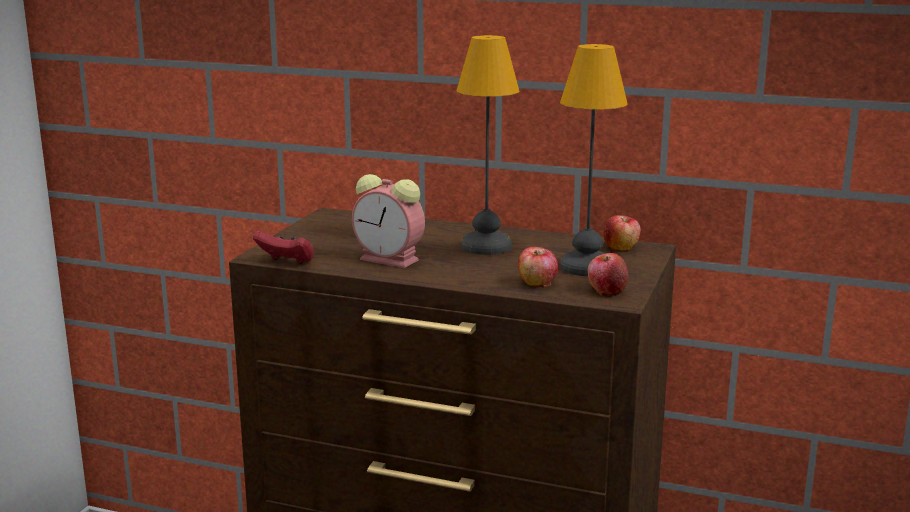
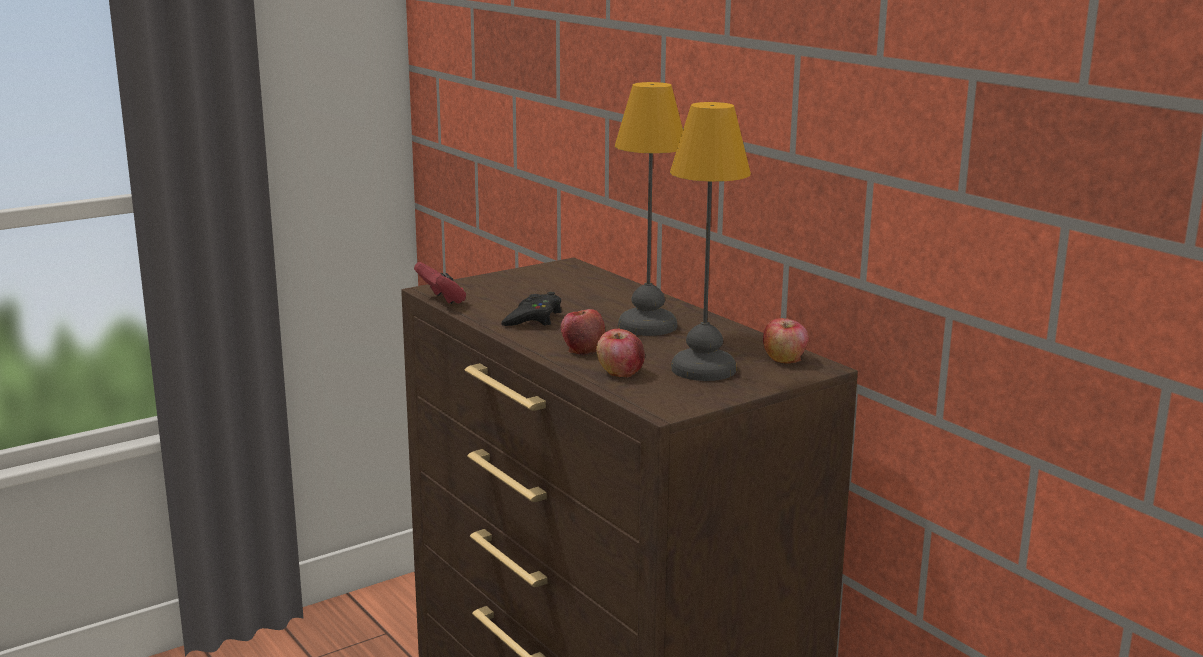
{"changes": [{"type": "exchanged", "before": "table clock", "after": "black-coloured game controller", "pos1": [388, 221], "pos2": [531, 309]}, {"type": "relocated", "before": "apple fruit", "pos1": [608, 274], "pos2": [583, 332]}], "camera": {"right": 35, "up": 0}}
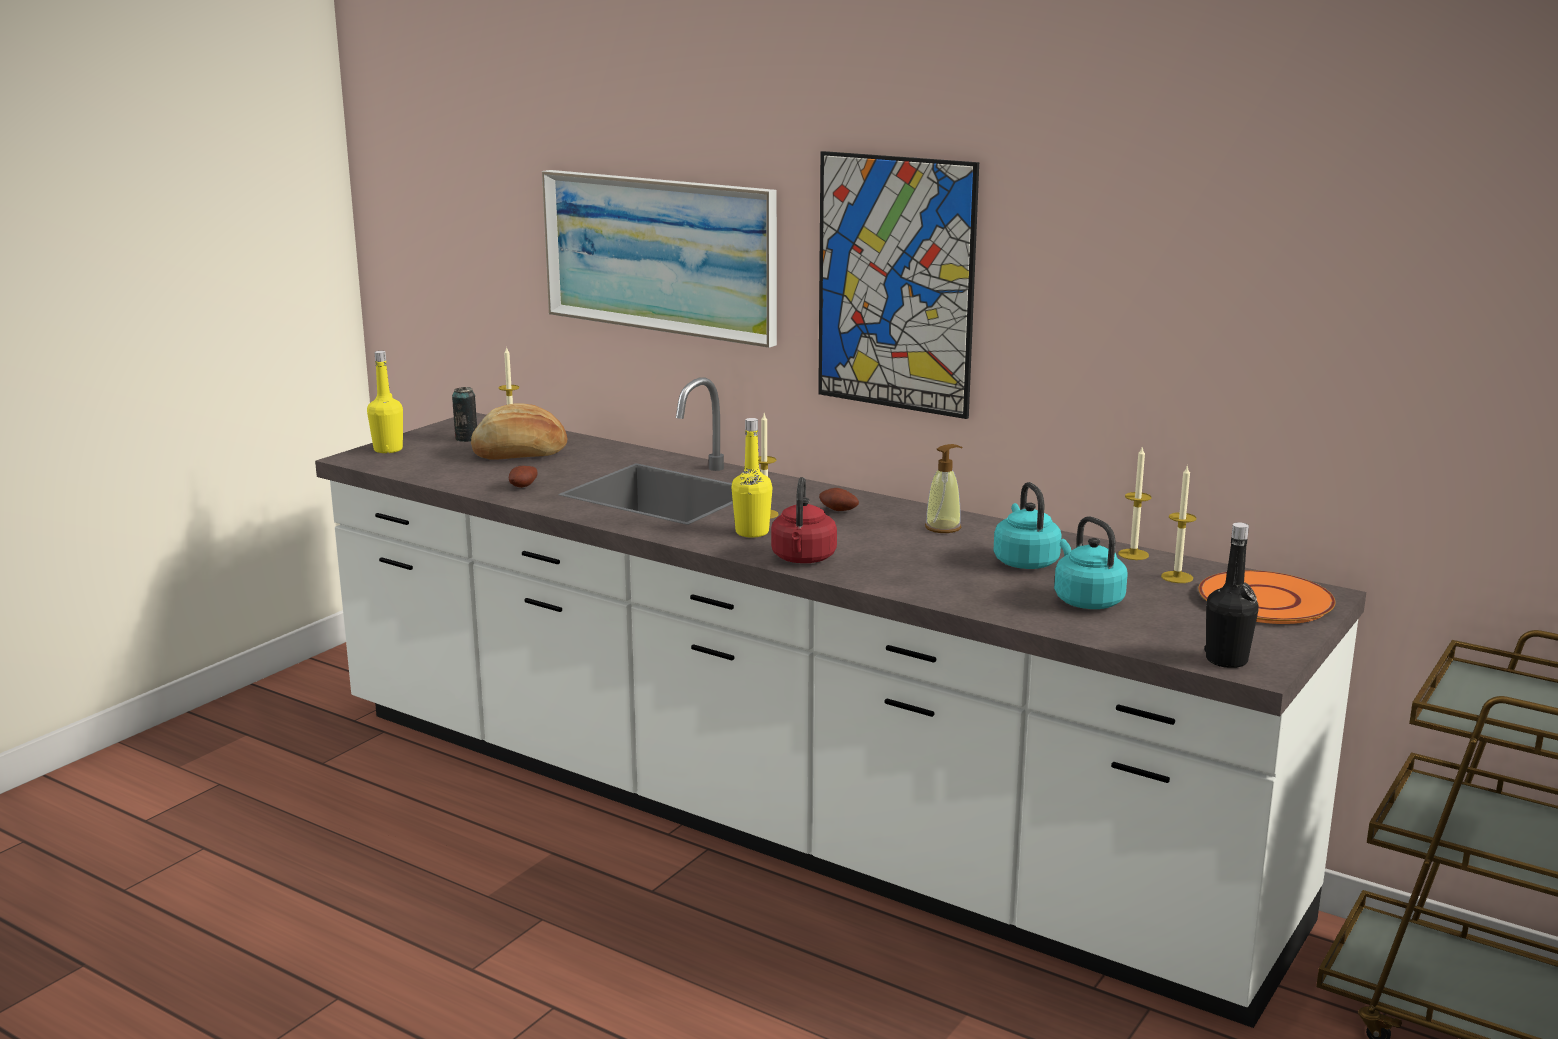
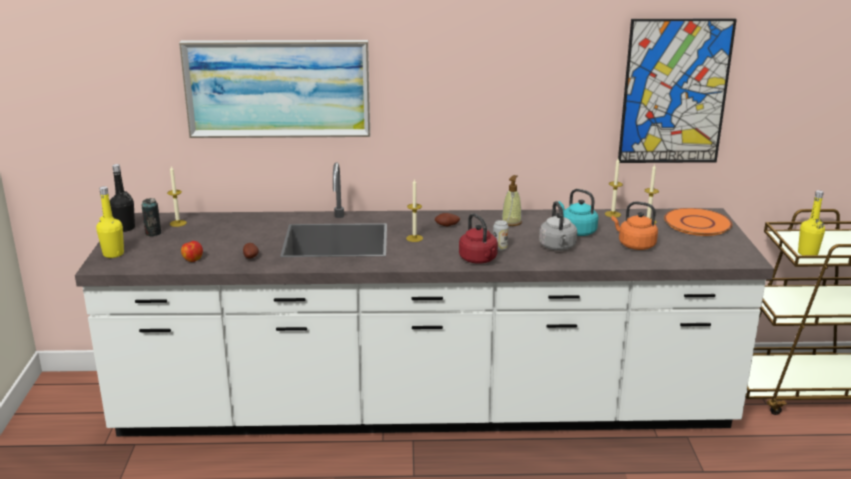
{"changes": [{"type": "relocated", "before": "black-coloured bottle", "pos1": [1232, 595], "pos2": [122, 198]}, {"type": "appeared", "after": "apple fruit", "pos2": [192, 251]}, {"type": "appeared", "after": "sealed can", "pos2": [501, 235]}, {"type": "appeared", "after": "gray tea kettle", "pos2": [558, 226]}, {"type": "colour", "before": "turquoise-coloured tea kettle", "after": "orangey tea kettle", "pos1": [1091, 562], "pos2": [635, 225]}, {"type": "relocated", "before": "wall picture", "pos1": [898, 285], "pos2": [677, 90]}, {"type": "relocated", "before": "yellowish bottle", "pos1": [751, 478], "pos2": [811, 222]}, {"type": "missing", "before": "baked bread", "pos1": [519, 431]}], "camera": {"right": -35, "up": 5}}
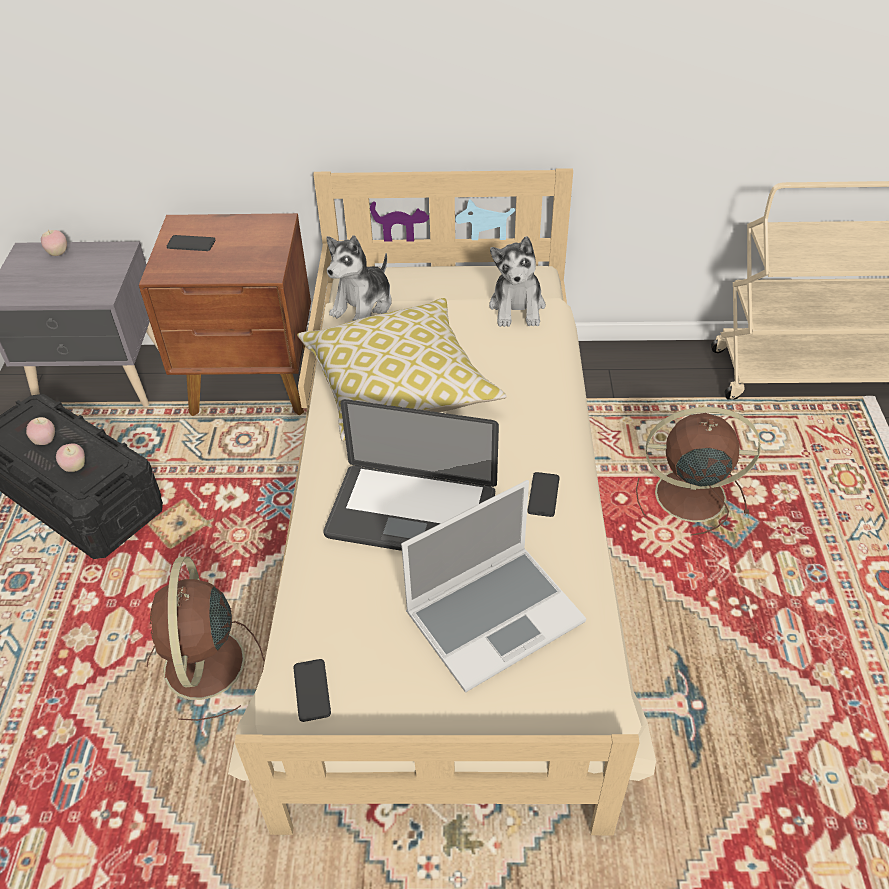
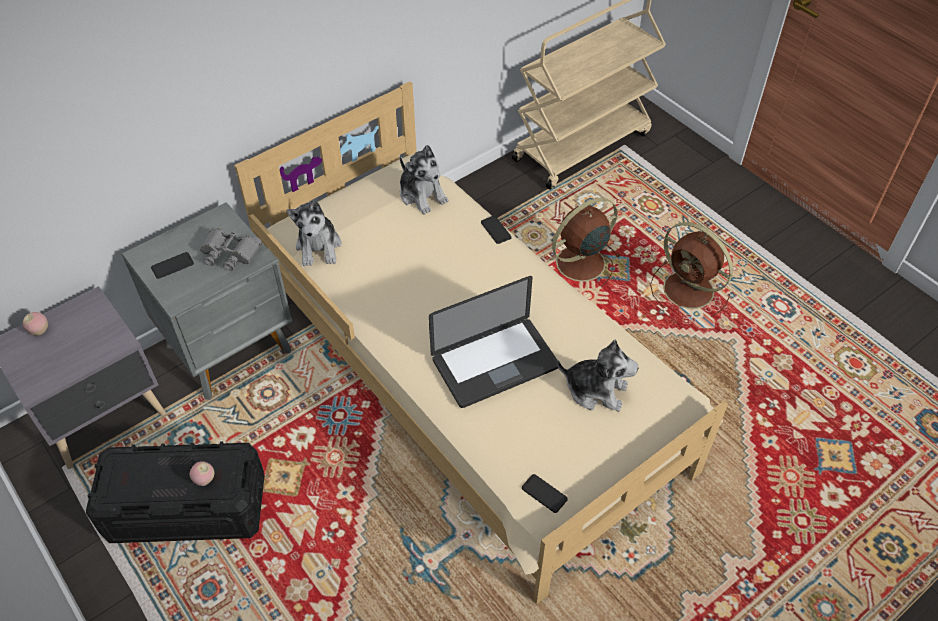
{"changes": [{"type": "colour", "before": "brownish night table", "after": "gray night table", "pos1": [225, 314], "pos2": [207, 301]}, {"type": "appeared", "after": "gray field glasses", "pos2": [231, 249]}, {"type": "relocated", "before": "telephone", "pos1": [544, 494], "pos2": [496, 230]}, {"type": "exchanged", "before": "laptop", "after": "plush toy", "pos1": [493, 586], "pos2": [597, 375]}, {"type": "relocated", "before": "brownish cooling fan", "pos1": [205, 638], "pos2": [691, 269]}, {"type": "missing", "before": "apple fruit", "pos1": [40, 431]}, {"type": "missing", "before": "pillow", "pos1": [402, 369]}], "camera": {"right": -40, "up": 5}}
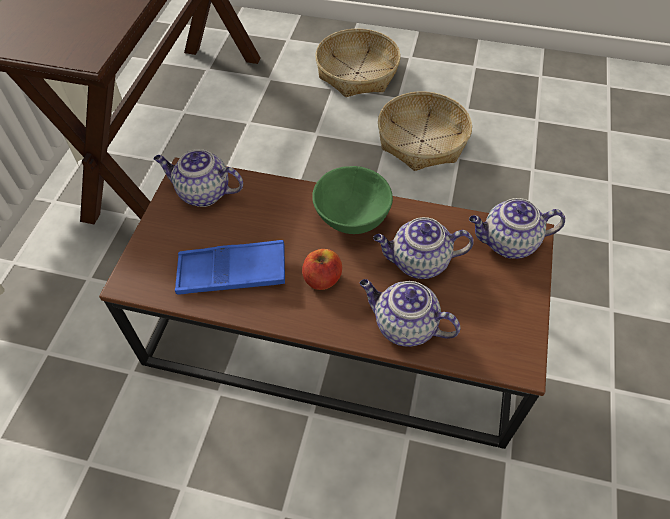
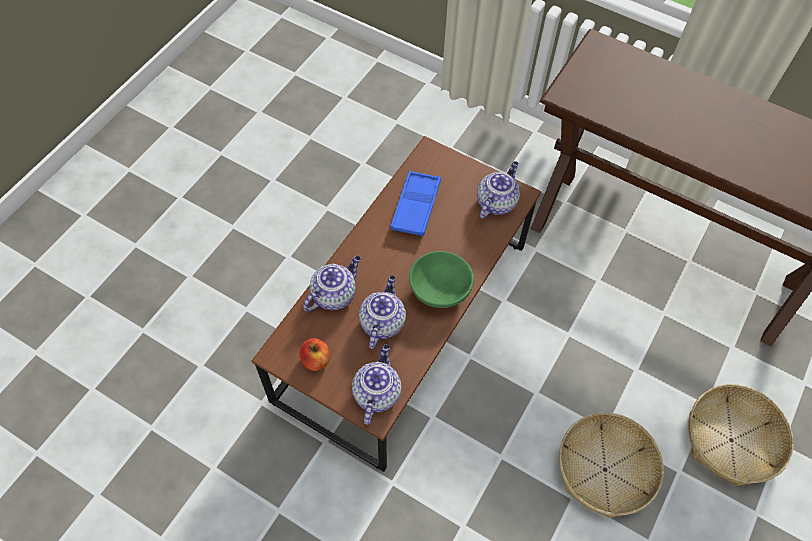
{"changes": [{"type": "relocated", "before": "apple fruit", "pos1": [322, 269], "pos2": [314, 354]}], "camera": {"right": 105, "up": 5}}
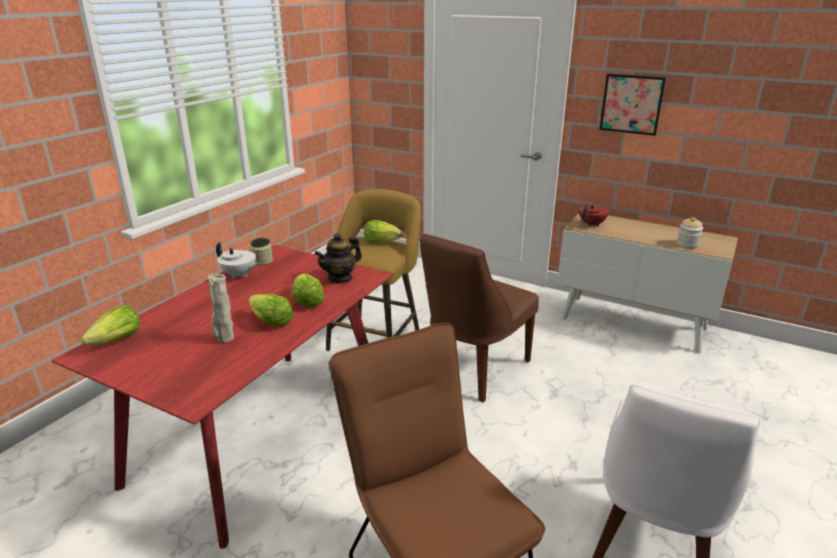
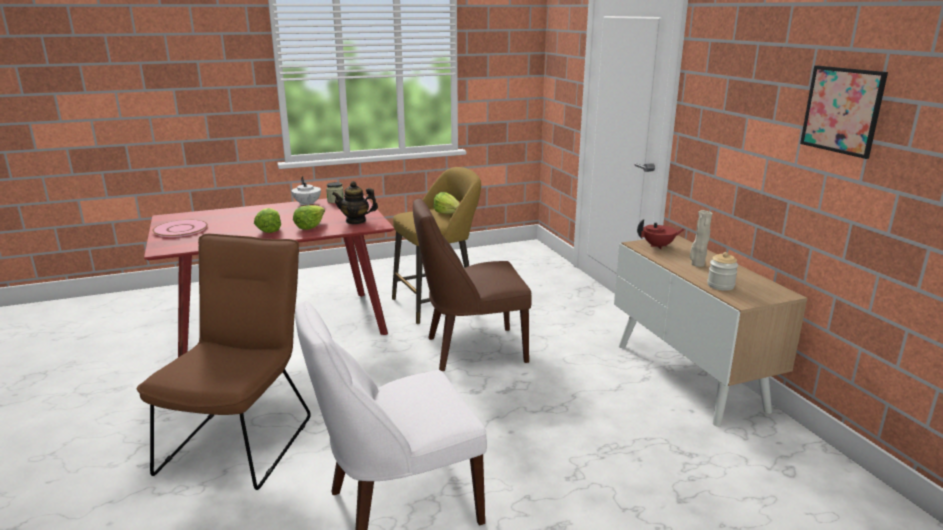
{"changes": [{"type": "appeared", "after": "pinkish flat dish", "pos2": [180, 228]}, {"type": "relocated", "before": "beige decorative vase", "pos1": [220, 308], "pos2": [701, 238]}, {"type": "relocated", "before": "wall picture", "pos1": [632, 105], "pos2": [844, 112]}, {"type": "missing", "before": "head of lettuce", "pos1": [110, 325]}], "camera": {"right": 40, "up": -5}}
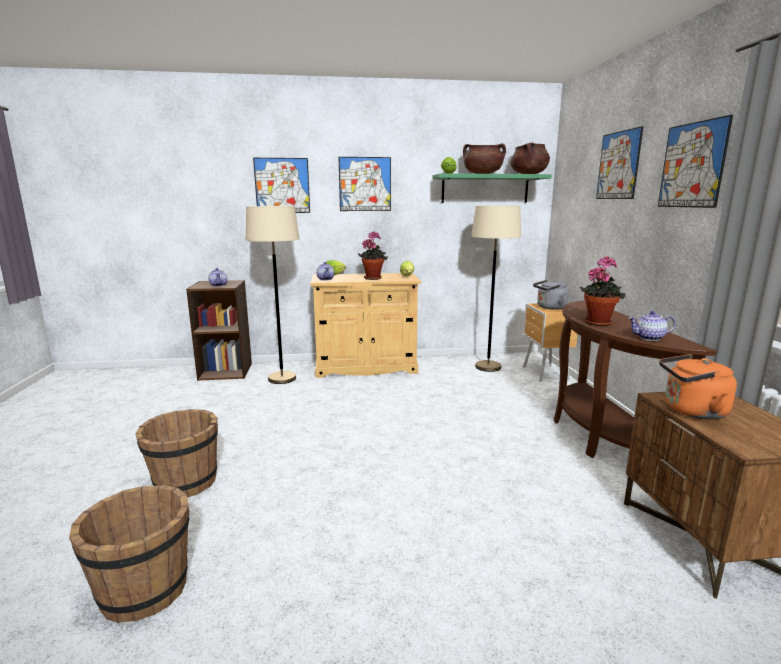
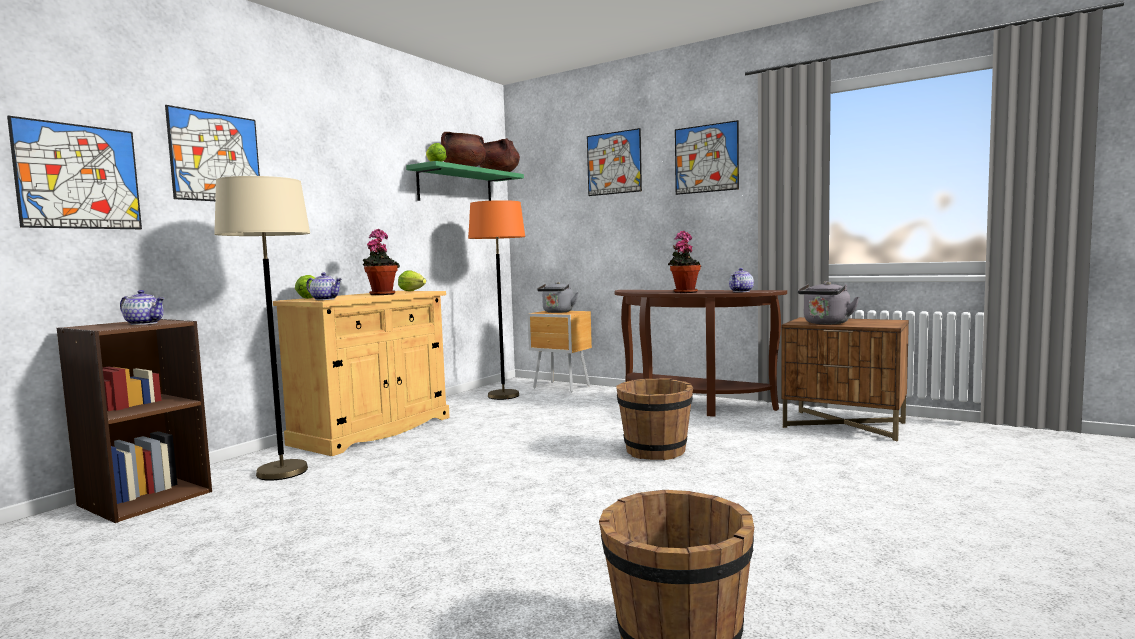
{"changes": [{"type": "relocated", "before": "wall picture", "pos1": [364, 184], "pos2": [74, 172]}, {"type": "colour", "before": "beige standing lamp", "after": "orangey standing lamp", "pos1": [496, 289], "pos2": [496, 300]}, {"type": "relocated", "before": "brownish pail", "pos1": [176, 453], "pos2": [655, 419]}, {"type": "colour", "before": "orangey tea kettle", "after": "gray tea kettle", "pos1": [698, 386], "pos2": [828, 302]}], "camera": {"right": -50, "up": -10}}
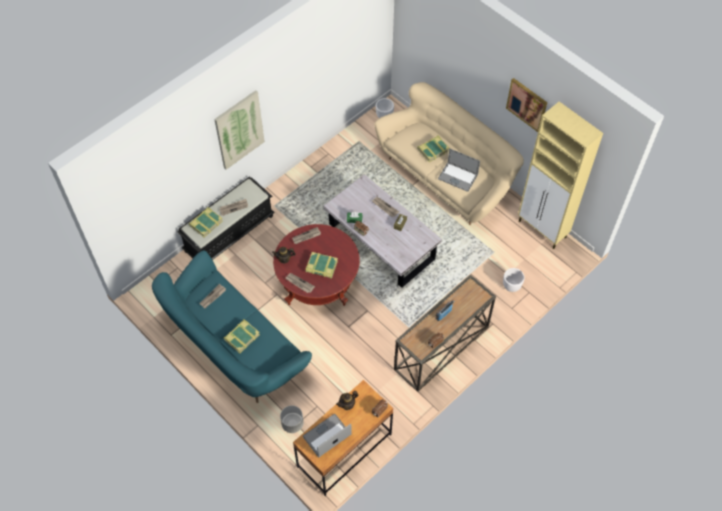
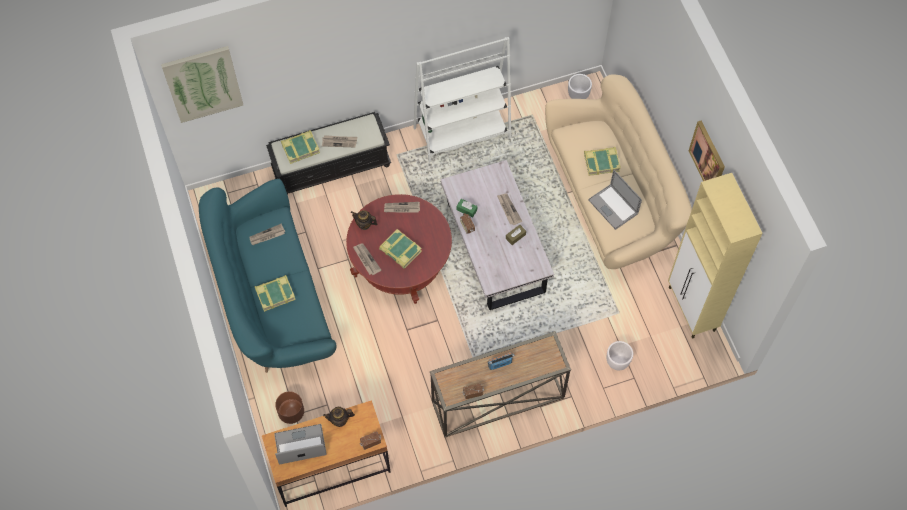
{"changes": [{"type": "relocated", "before": "wall picture", "pos1": [239, 130], "pos2": [202, 84]}, {"type": "colour", "before": "gray plant pot", "after": "brownish plant pot", "pos1": [292, 419], "pos2": [289, 407]}, {"type": "appeared", "after": "white-coloured bookshelf", "pos2": [462, 99]}], "camera": {"right": 25, "up": 5}}
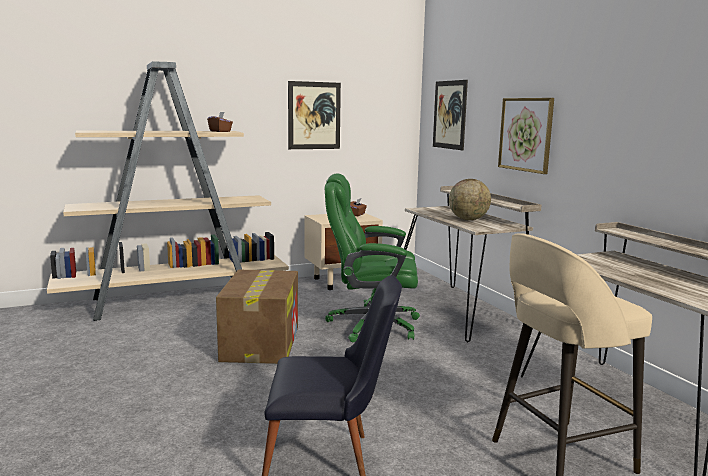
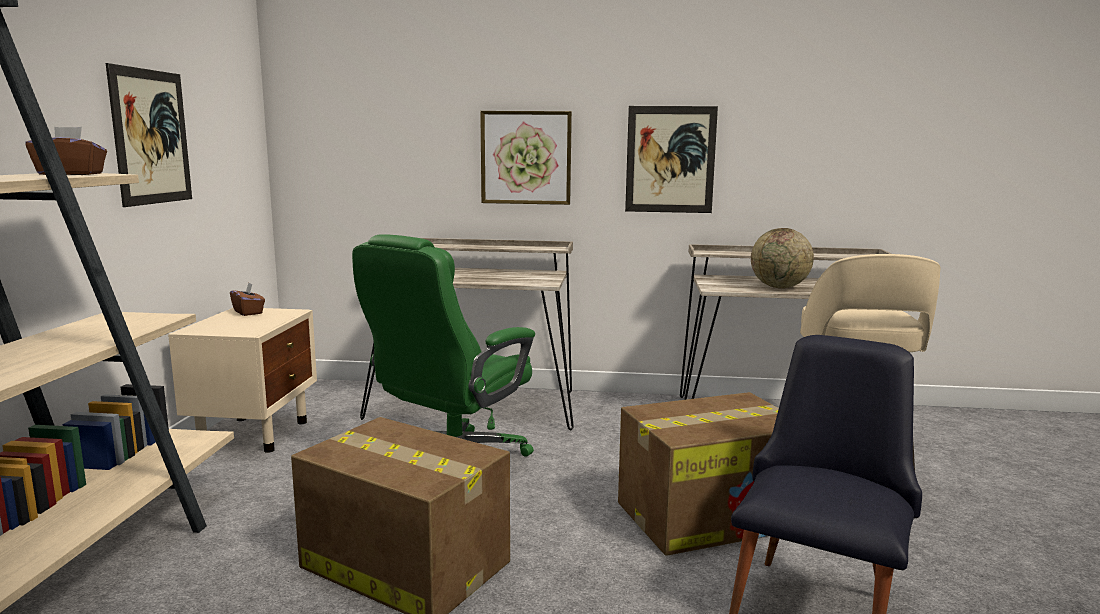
{"changes": [{"type": "appeared", "after": "packing box", "pos2": [698, 474]}, {"type": "relocated", "before": "wall picture", "pos1": [450, 115], "pos2": [671, 159]}, {"type": "relocated", "before": "desk globe", "pos1": [470, 199], "pos2": [782, 258]}], "camera": {"right": -60, "up": 0}}
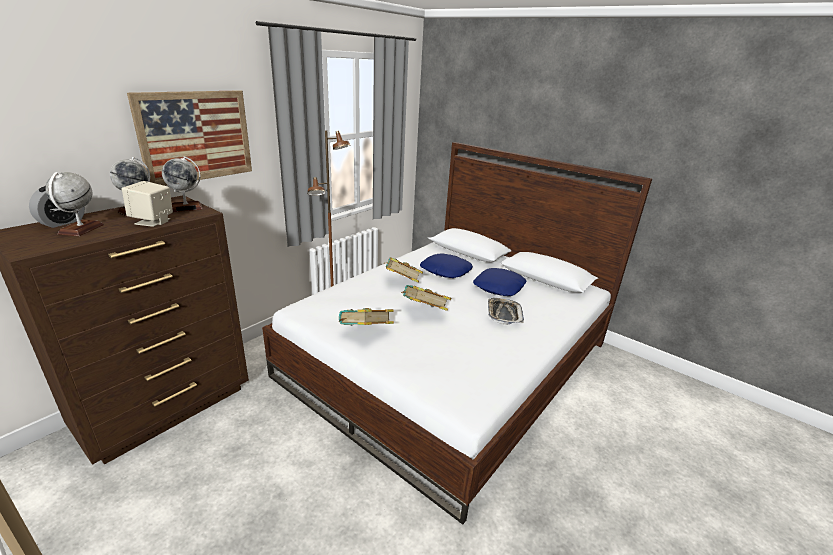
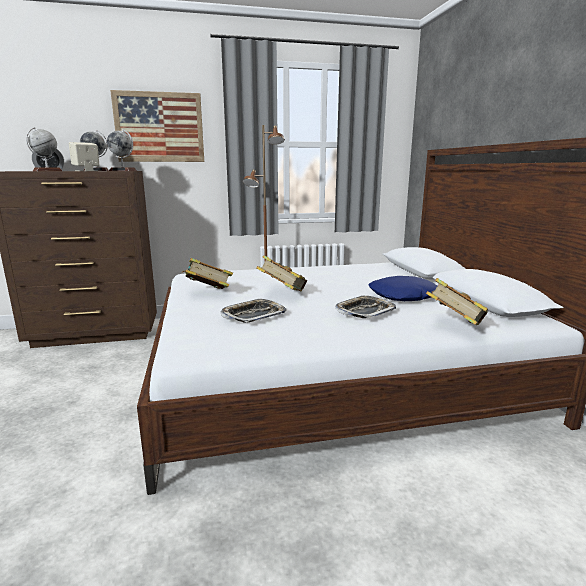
{"changes": [{"type": "appeared", "after": "tray", "pos2": [254, 310]}, {"type": "relocated", "before": "book", "pos1": [403, 270], "pos2": [457, 301]}, {"type": "missing", "before": "blue pillow", "pos1": [446, 265]}], "camera": {"right": 40, "up": -10}}
